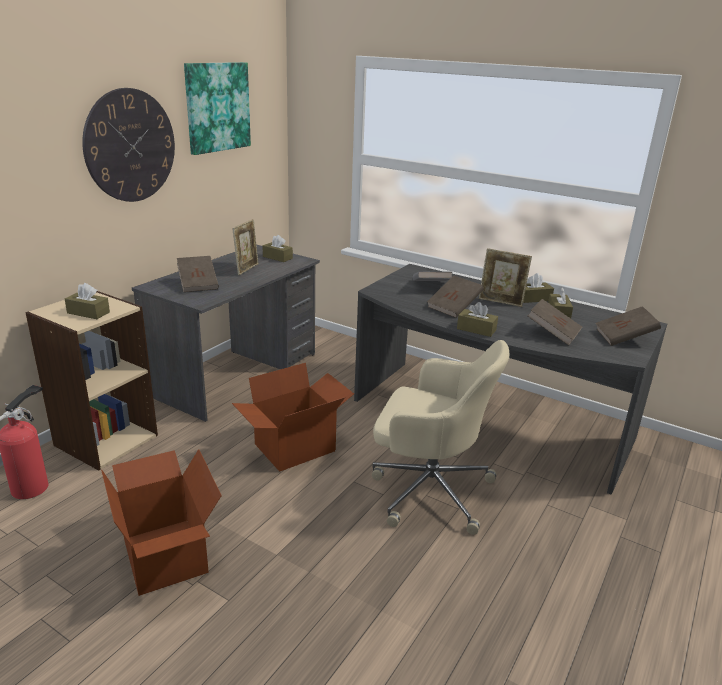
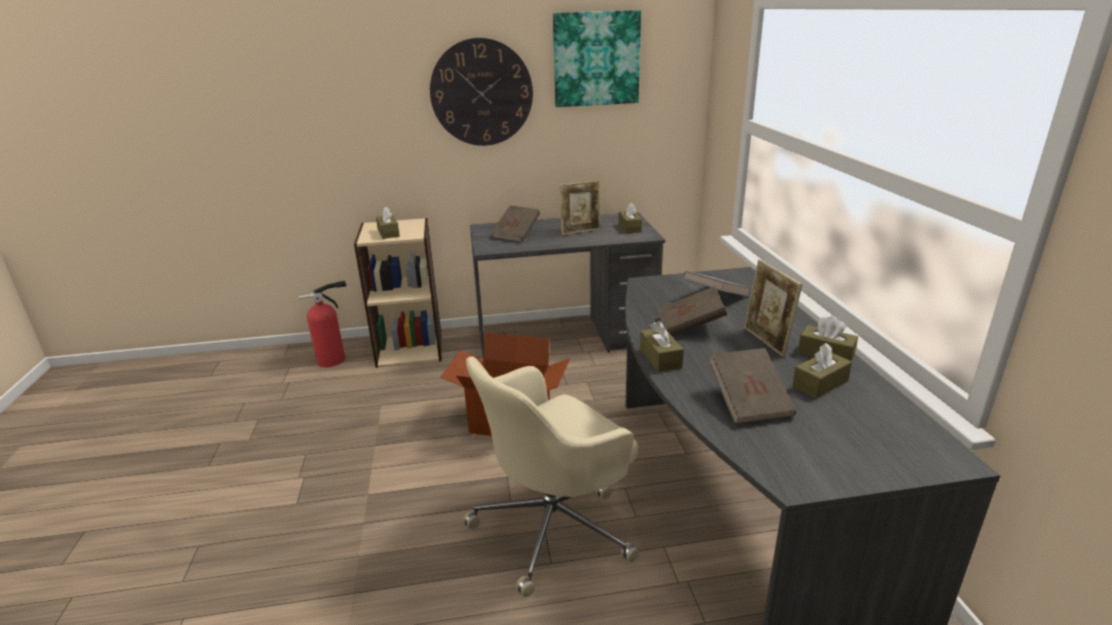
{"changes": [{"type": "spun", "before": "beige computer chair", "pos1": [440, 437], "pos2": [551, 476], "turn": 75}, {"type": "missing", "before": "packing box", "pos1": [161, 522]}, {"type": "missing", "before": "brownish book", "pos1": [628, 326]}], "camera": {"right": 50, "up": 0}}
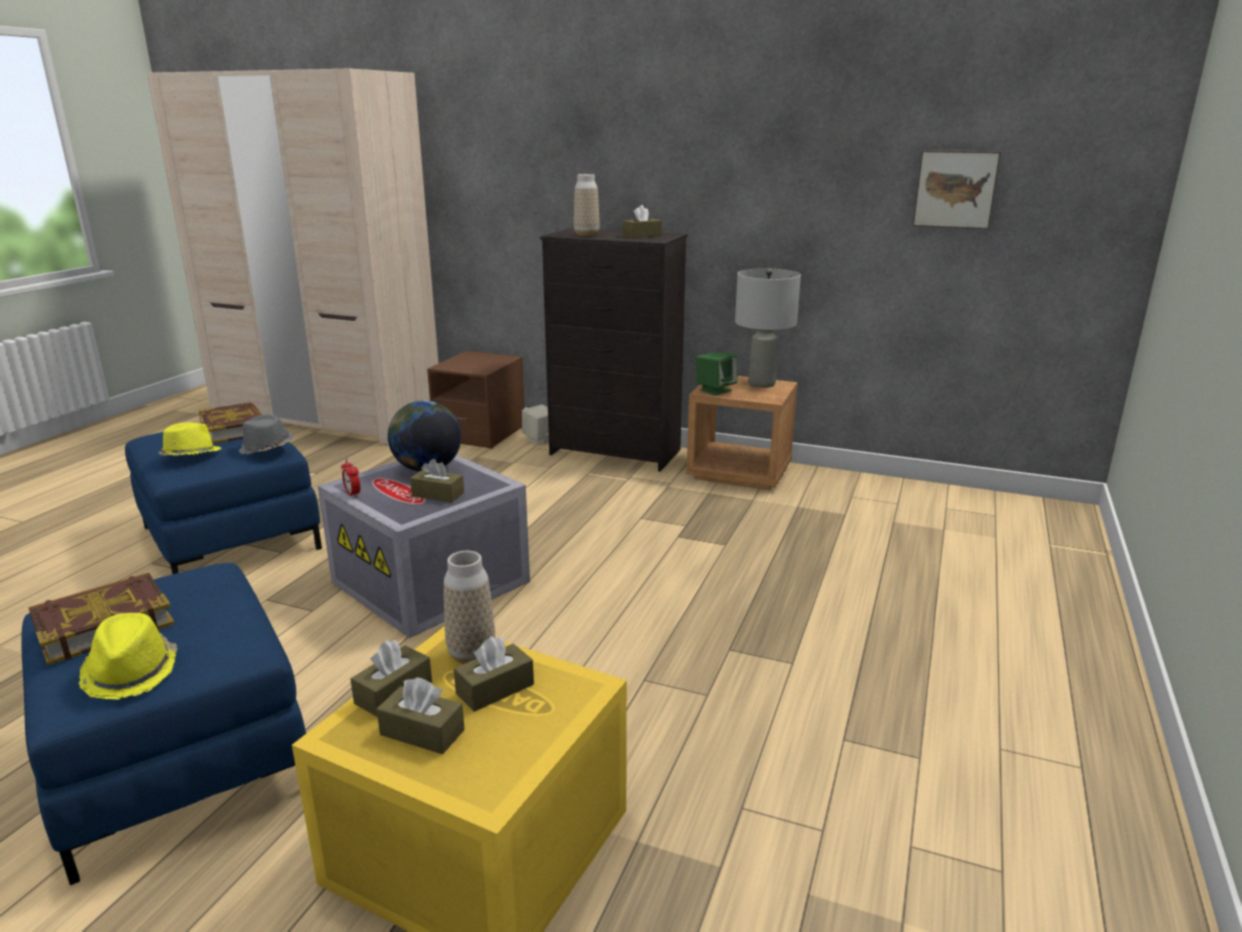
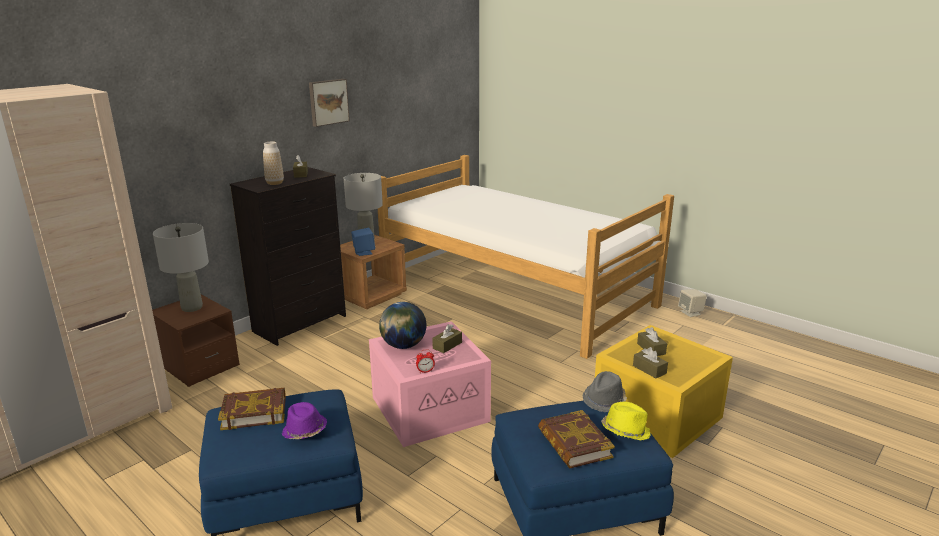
{"changes": [{"type": "appeared", "after": "gray tabletop lamp", "pos2": [181, 267]}, {"type": "colour", "before": "yellowish hat", "after": "purple-coloured hat", "pos1": [190, 439], "pos2": [304, 420]}, {"type": "relocated", "before": "wall picture", "pos1": [956, 189], "pos2": [329, 103]}, {"type": "colour", "before": "green-coloured loudspeaker", "after": "blue loudspeaker", "pos1": [717, 373], "pos2": [363, 242]}, {"type": "colour", "before": "gray storage container", "after": "pinkish storage container", "pos1": [424, 546], "pos2": [430, 384]}, {"type": "appeared", "after": "bed", "pos2": [526, 257]}, {"type": "relocated", "before": "gray hat", "pos1": [266, 434], "pos2": [604, 391]}, {"type": "relocated", "before": "beige loudspeaker", "pos1": [535, 425], "pos2": [692, 303]}, {"type": "missing", "before": "brownish tissue box", "pos1": [421, 715]}, {"type": "missing", "before": "decorative vase", "pos1": [469, 607]}], "camera": {"right": -70, "up": 0}}
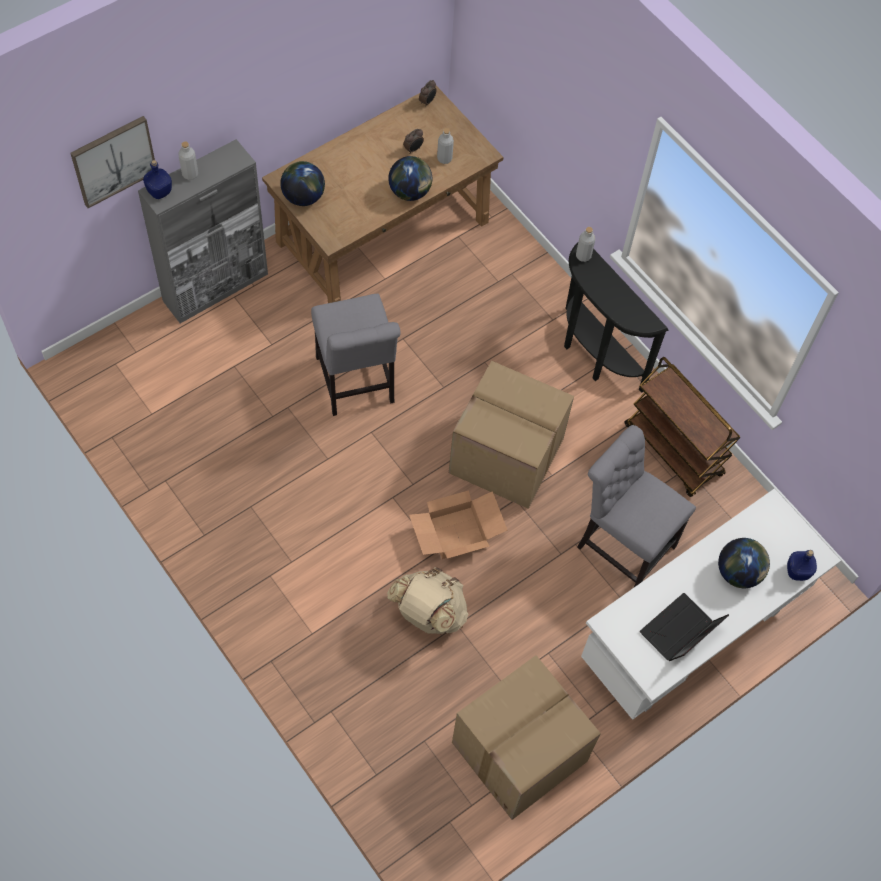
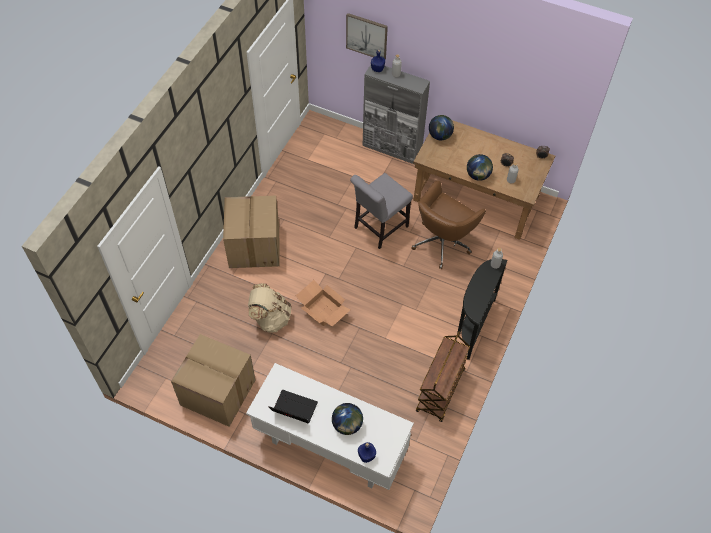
{"changes": [{"type": "relocated", "before": "packing box", "pos1": [511, 435], "pos2": [251, 232]}, {"type": "appeared", "after": "brownish computer chair", "pos2": [448, 225]}, {"type": "missing", "before": "gray upright chair", "pos1": [636, 506]}], "camera": {"right": 65, "up": -5}}
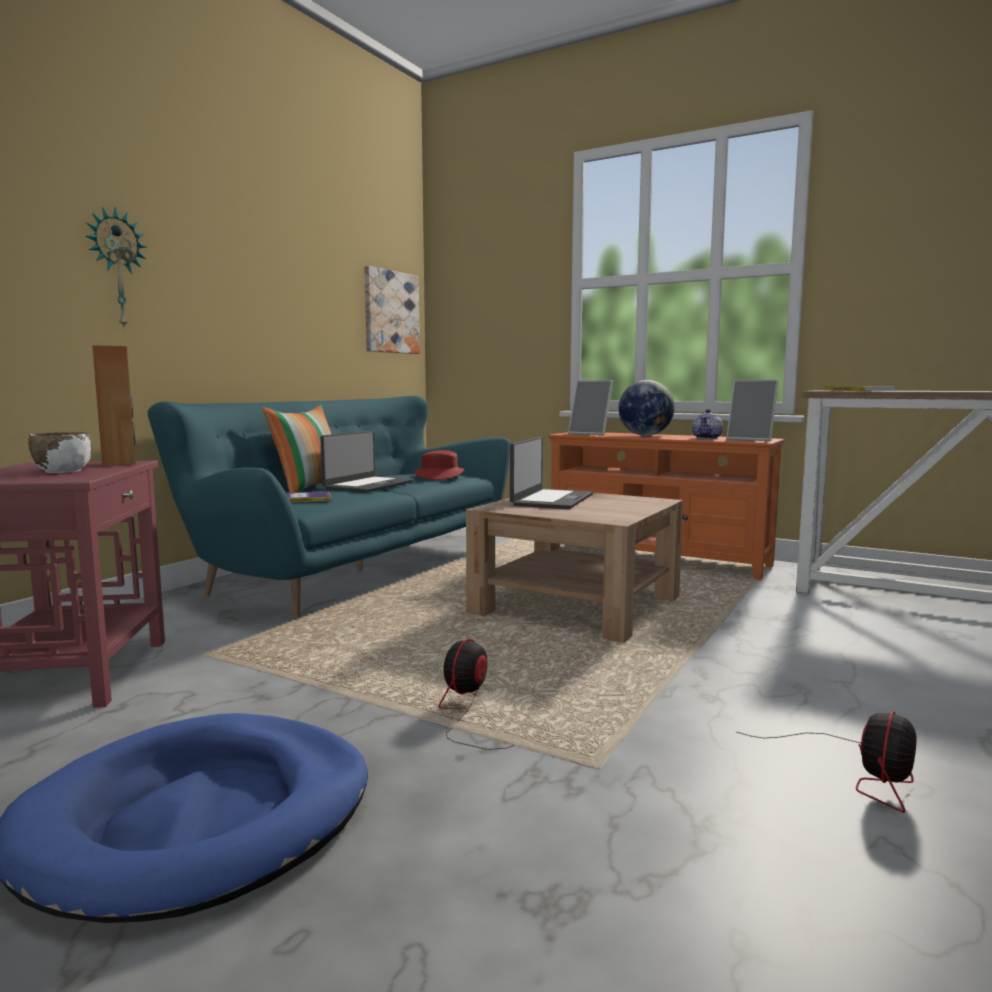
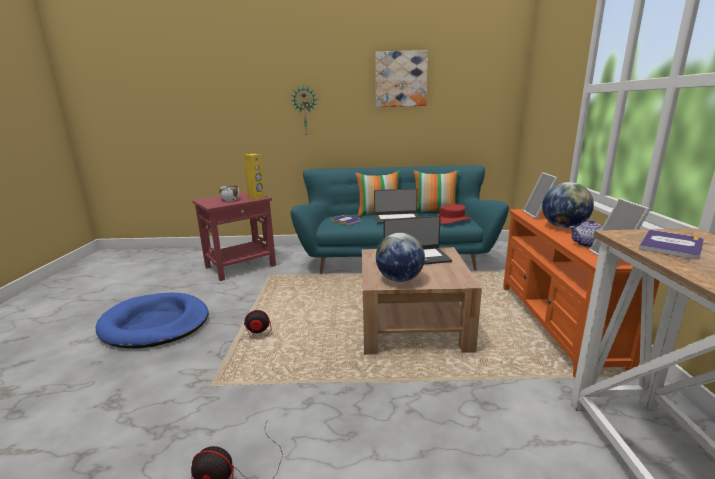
{"changes": [{"type": "colour", "before": "brownish loudspeaker", "after": "yellowish loudspeaker", "pos1": [114, 405], "pos2": [254, 177]}, {"type": "relocated", "before": "wall picture", "pos1": [392, 310], "pos2": [401, 78]}, {"type": "appeared", "after": "desk globe", "pos2": [400, 257]}, {"type": "appeared", "after": "pillow", "pos2": [437, 191]}], "camera": {"right": 60, "up": 10}}
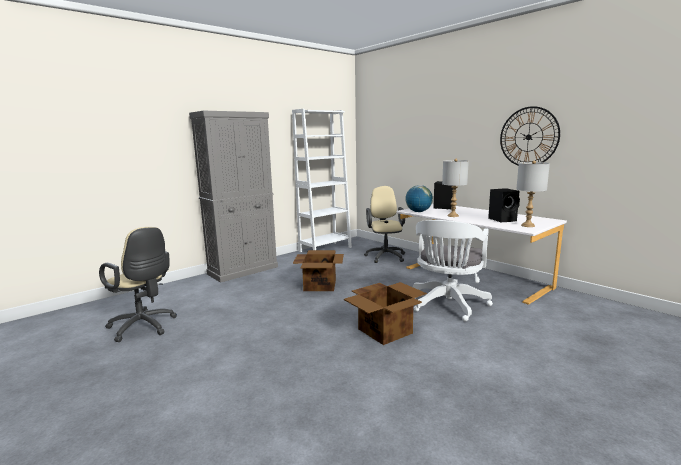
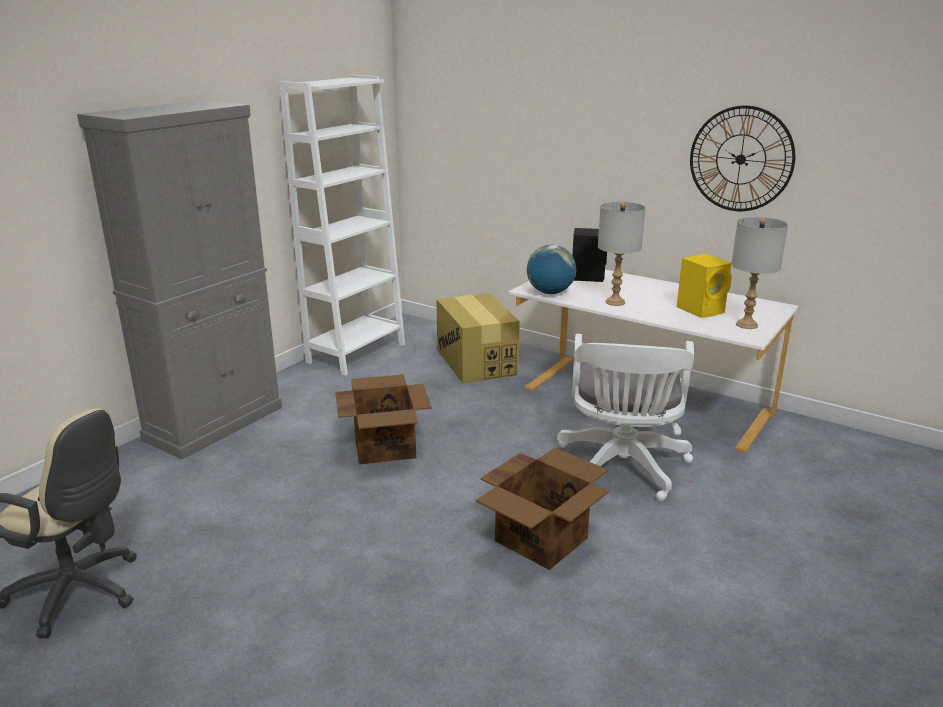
{"changes": [{"type": "exchanged", "before": "beige computer chair", "after": "packing box", "pos1": [384, 224], "pos2": [478, 338]}, {"type": "colour", "before": "black-coloured loudspeaker", "after": "yellowish loudspeaker", "pos1": [504, 205], "pos2": [704, 286]}], "camera": {"right": -15, "up": 10}}
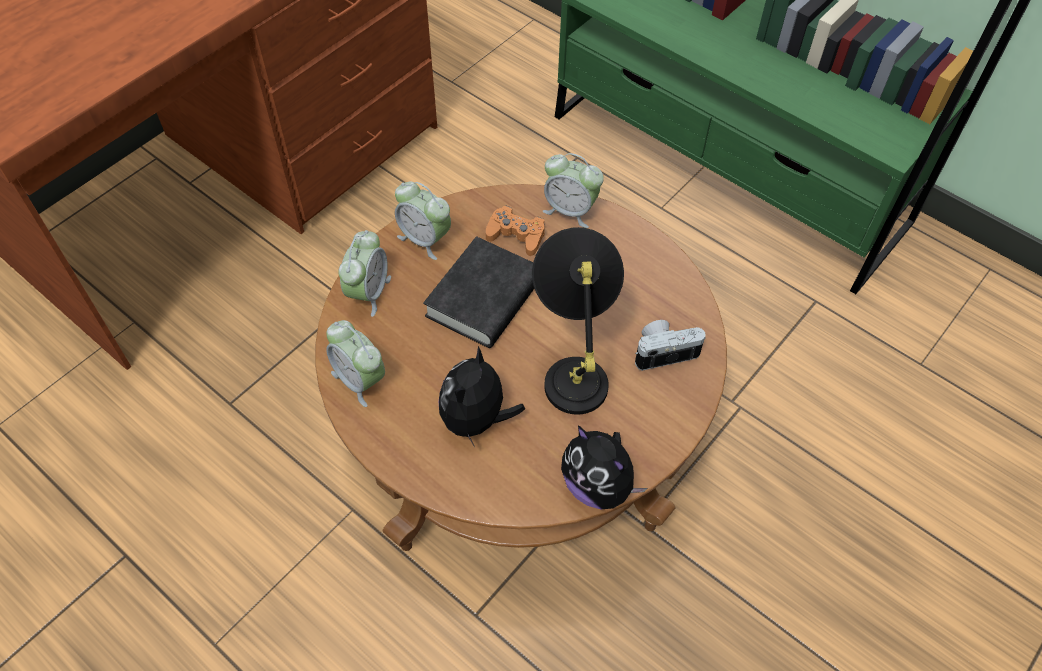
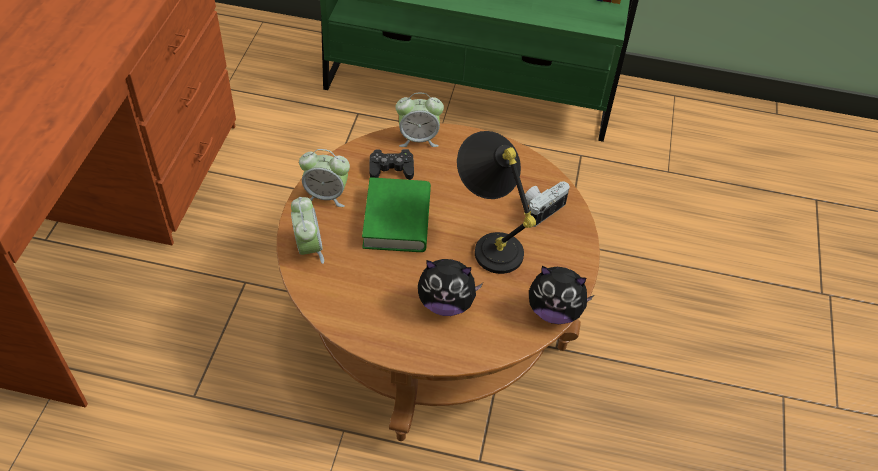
{"changes": [{"type": "colour", "before": "black-coloured book", "after": "green-coloured book", "pos1": [478, 292], "pos2": [396, 214]}, {"type": "colour", "before": "orangey game controller", "after": "black-coloured game controller", "pos1": [515, 231], "pos2": [391, 164]}, {"type": "spun", "before": "plush toy", "pos1": [482, 396], "pos2": [450, 287], "turn": -75}, {"type": "missing", "before": "table clock", "pos1": [355, 363]}], "camera": {"right": -30, "up": -5}}
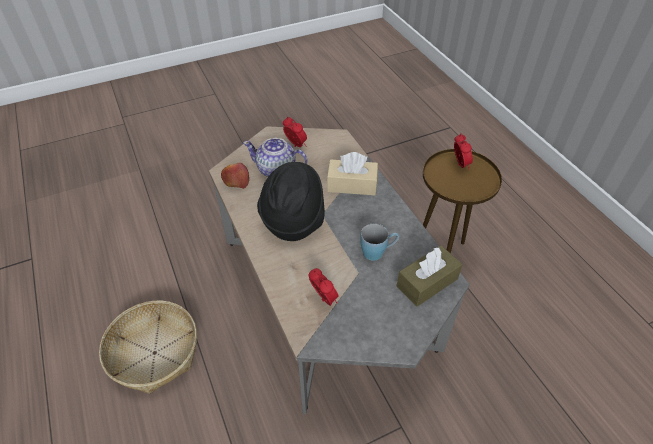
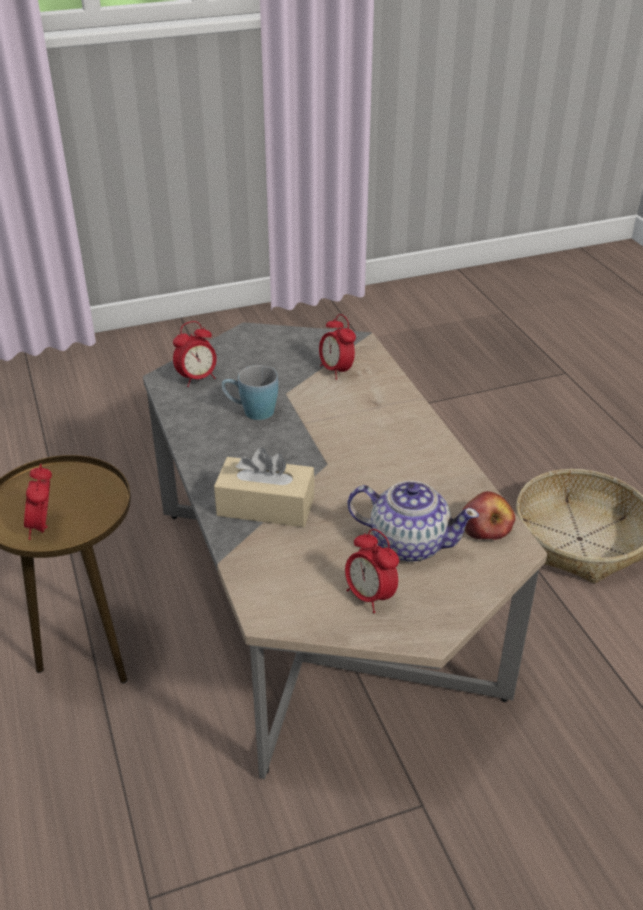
{"changes": [{"type": "exchanged", "before": "brownish tissue box", "after": "table clock", "pos1": [430, 276], "pos2": [195, 354]}, {"type": "missing", "before": "black-coloured hat", "pos1": [291, 201]}], "camera": {"right": -175, "up": -10}}
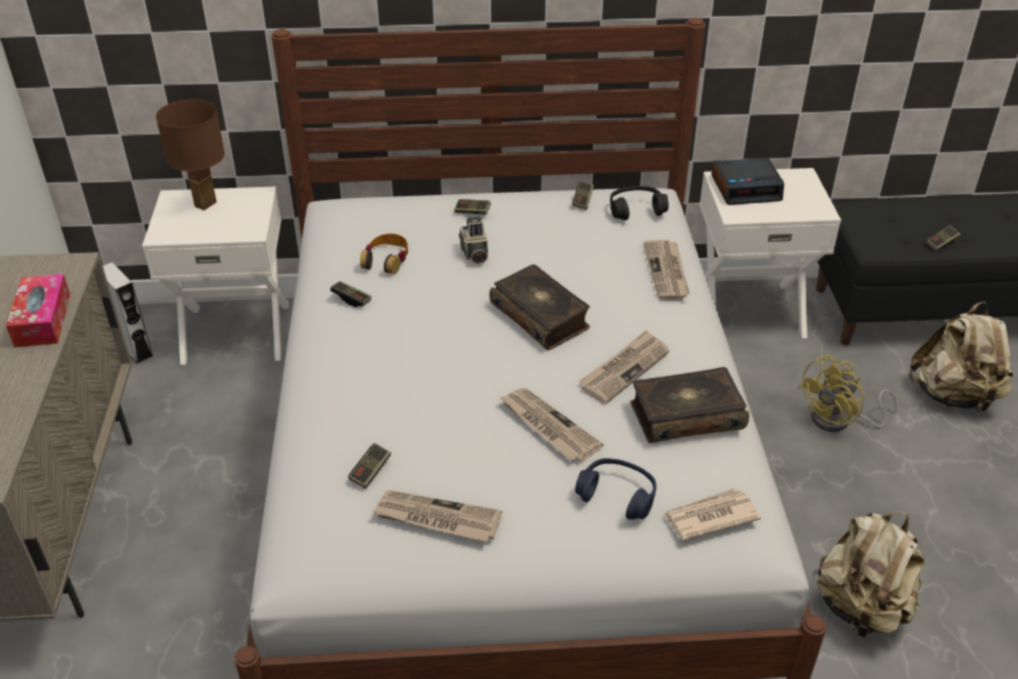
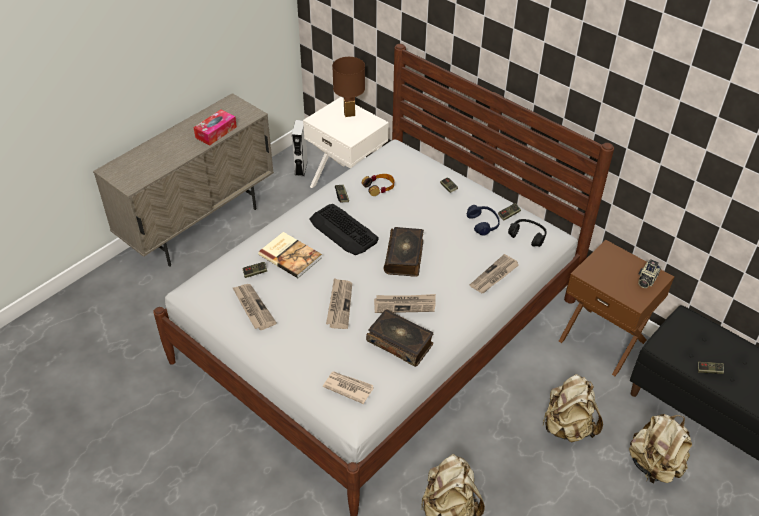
{"changes": [{"type": "appeared", "after": "book", "pos2": [290, 255]}, {"type": "appeared", "after": "keyboard", "pos2": [344, 229]}, {"type": "relocated", "before": "blue headset", "pos1": [615, 489], "pos2": [483, 220]}, {"type": "exchanged", "before": "yellowish cooling fan", "after": "beige backpack", "pos1": [847, 393], "pos2": [572, 408]}, {"type": "colour", "before": "white-coloured night table", "after": "brownish night table", "pos1": [770, 253], "pos2": [616, 308]}, {"type": "relocated", "before": "photo camera", "pos1": [473, 241], "pos2": [649, 273]}, {"type": "missing", "before": "table clock", "pos1": [748, 181]}], "camera": {"right": 45, "up": 5}}
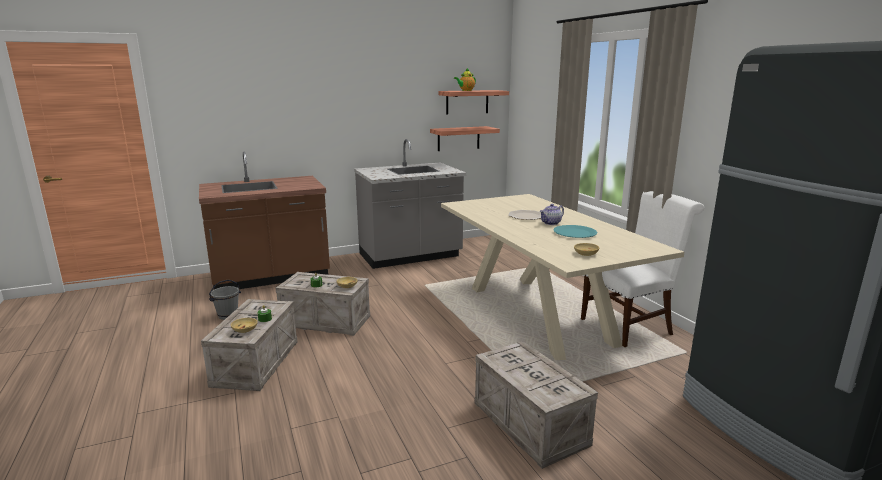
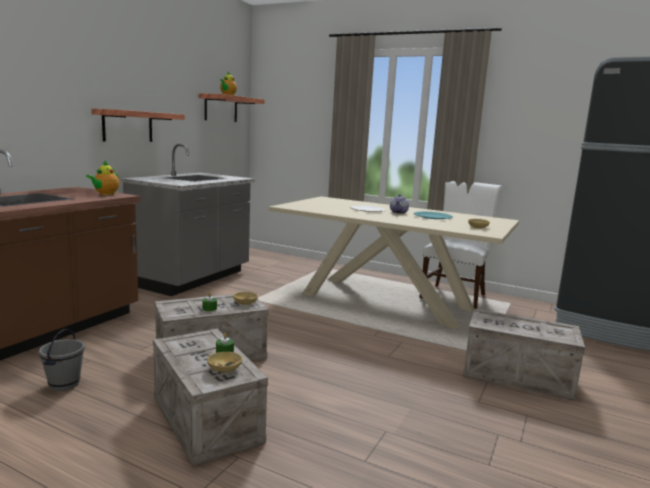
{"changes": [{"type": "appeared", "after": "tea pot", "pos2": [102, 177]}, {"type": "relocated", "before": "bracket shelf", "pos1": [465, 138], "pos2": [138, 125]}], "camera": {"right": -40, "up": -5}}
